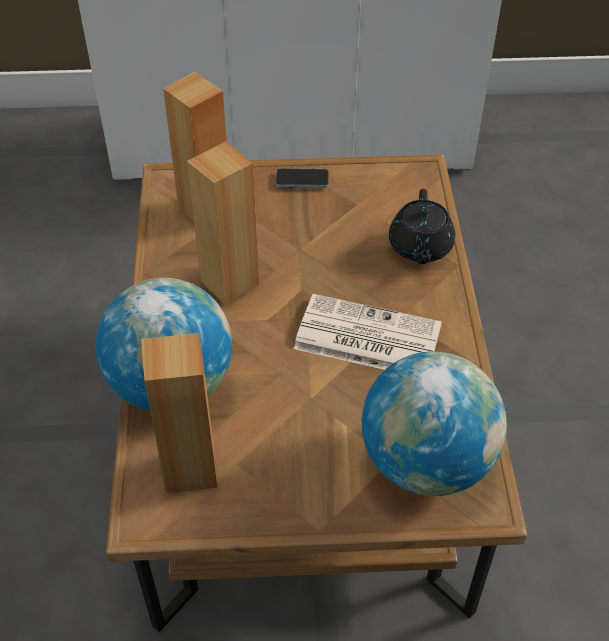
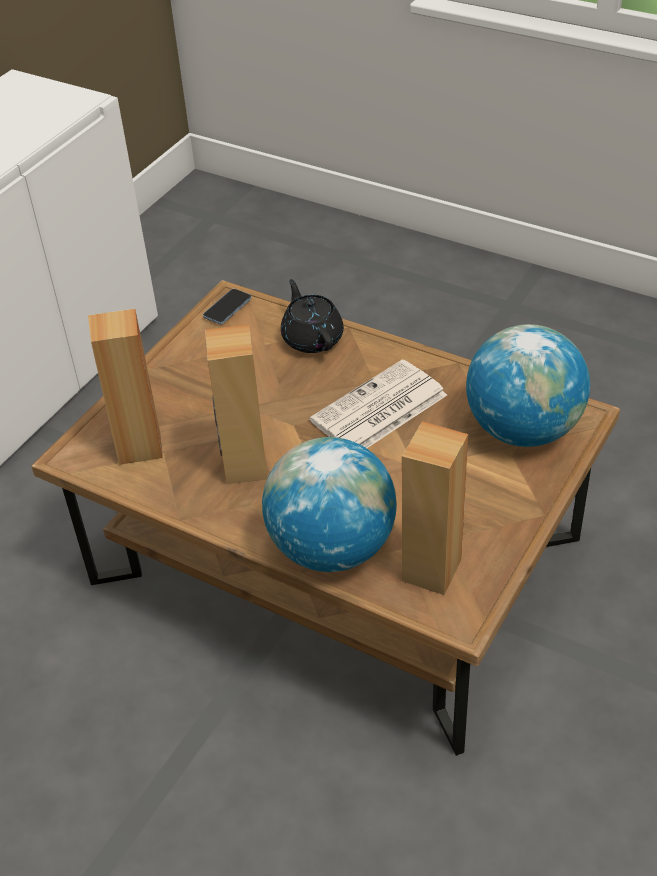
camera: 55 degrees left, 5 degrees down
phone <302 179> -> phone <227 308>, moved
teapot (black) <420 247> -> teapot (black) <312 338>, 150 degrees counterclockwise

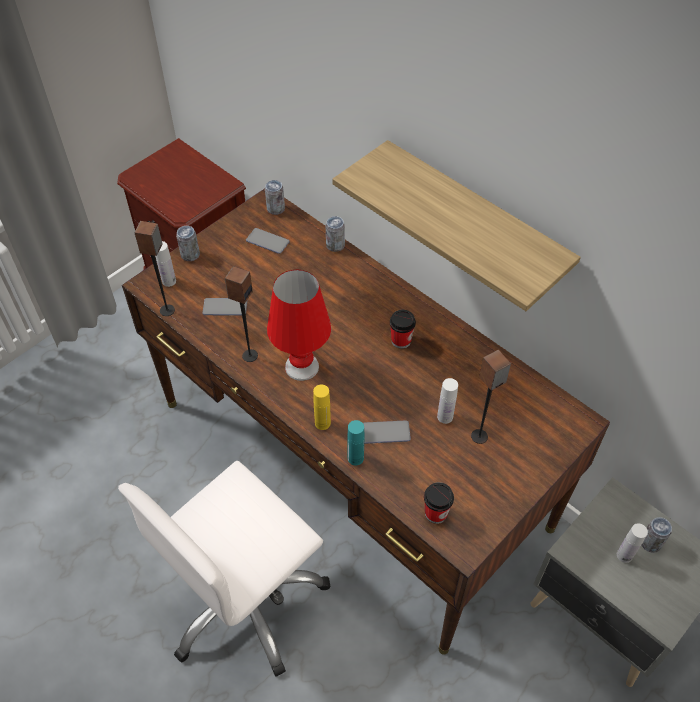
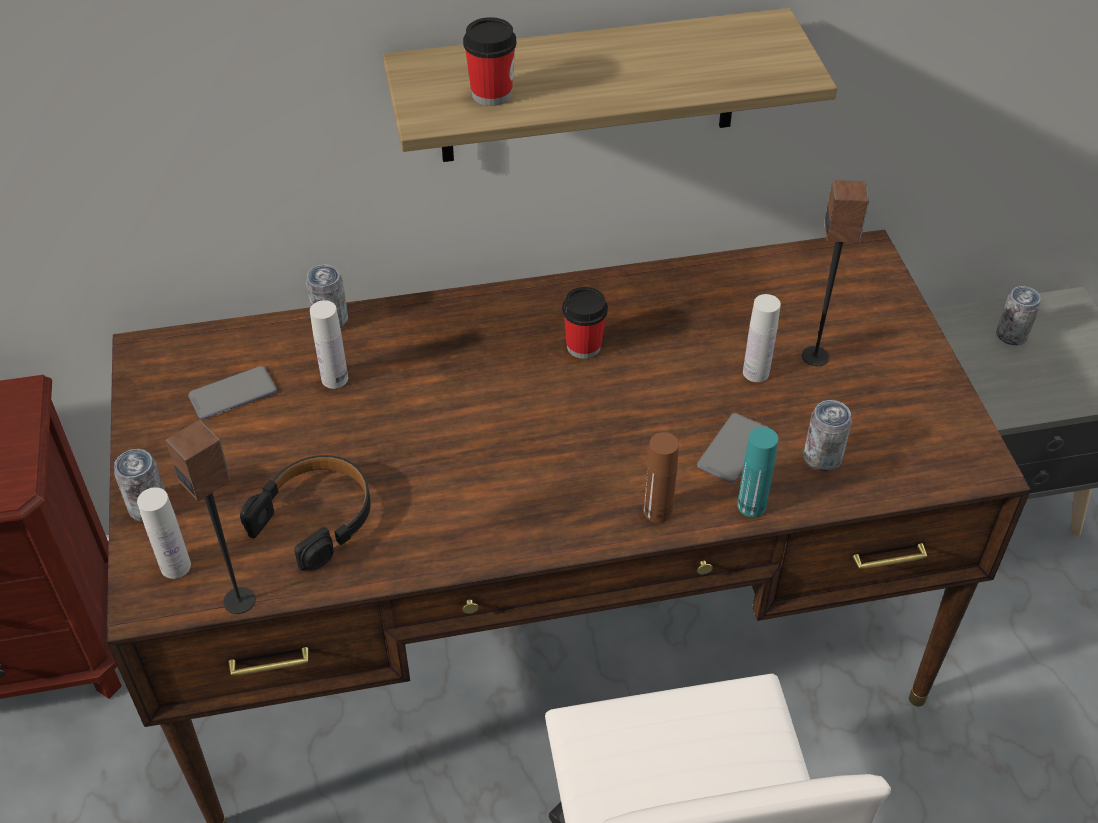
camera: 55 degrees left, 5 degrees down
can <275 209> -> can <822 458>, moved
speaker <249 355> -> none
table lamp (red) <302 366> -> none
phone <225 307> -> headphones (black) <315 517>
bottle (yellow) <322 423> -> bottle (brown) <657 511>
cup <436 513> -> cup <491 94>, moved
bottle (white) <624 555> -> bottle (white) <334 379>, moved

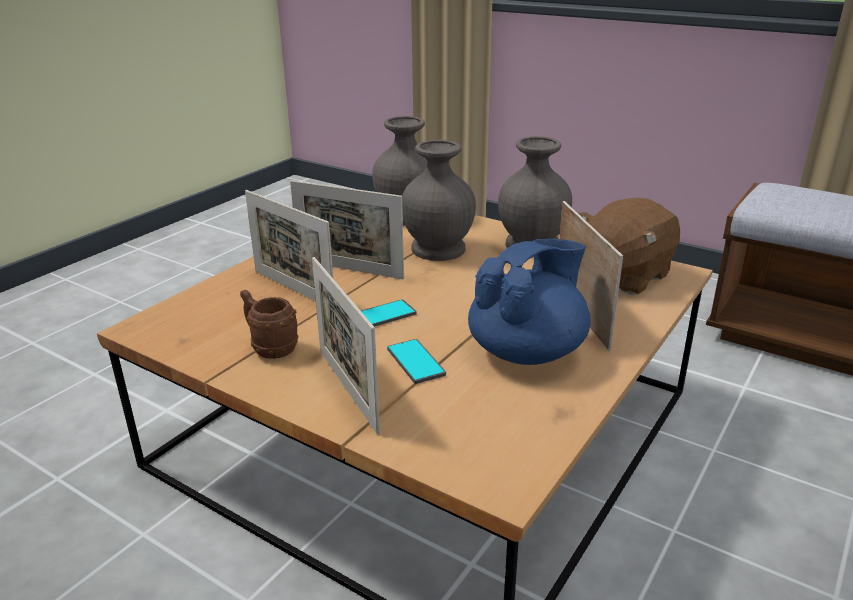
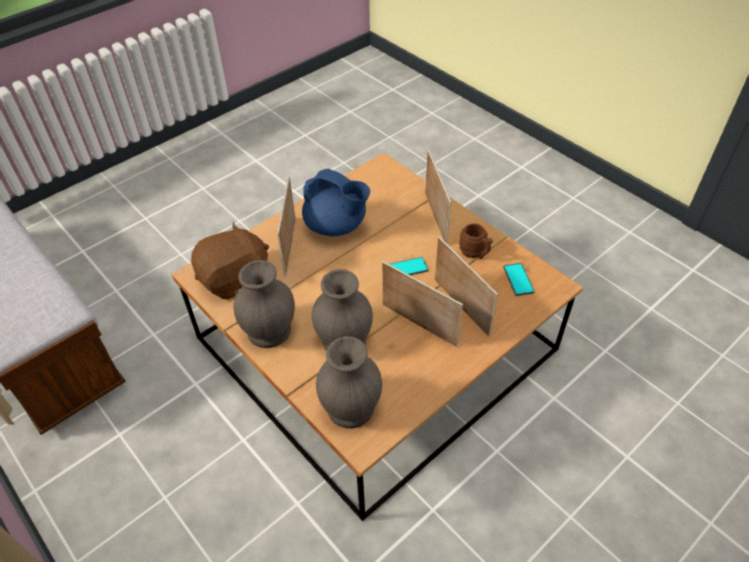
camera: 165 degrees left, 20 degrees up
teapot (blue) <528 351> -> teapot (blue) <336 226>, 120 degrees counterclockwise
phone <416 362> -> phone <518 279>, moved

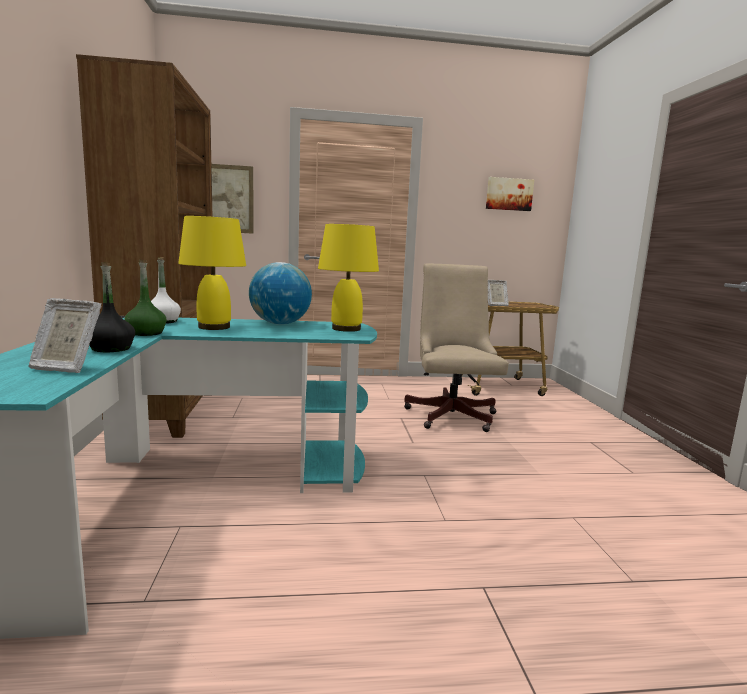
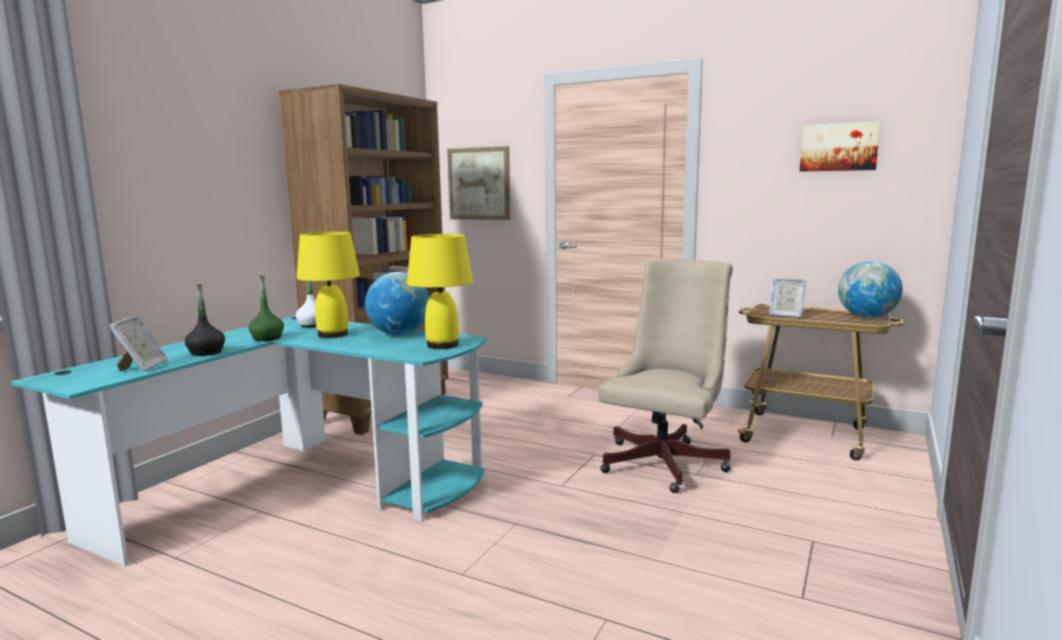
camera: 35 degrees right, 0 degrees up
picture frame <66 368> -> picture frame <142 367>, 135 degrees counterclockwise
none -> globe <866 317>

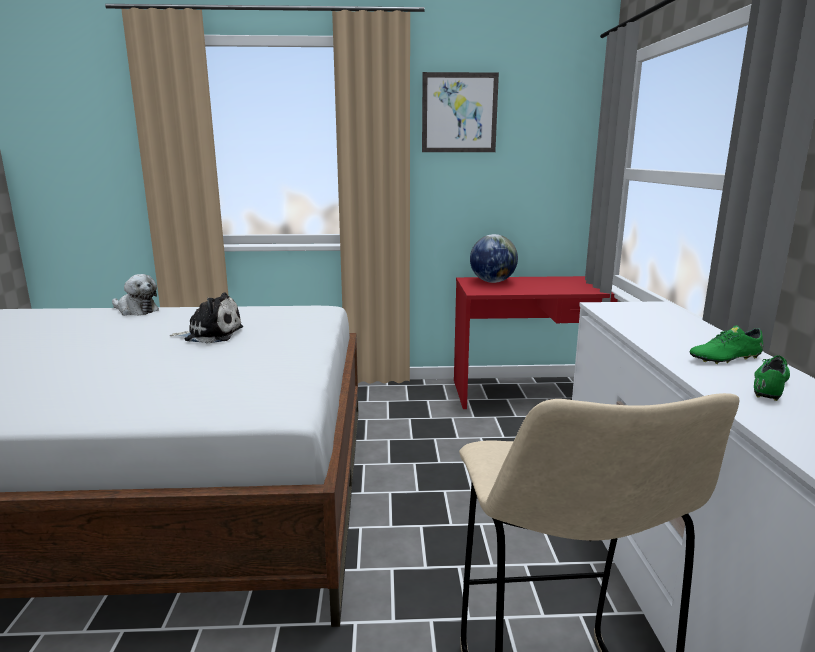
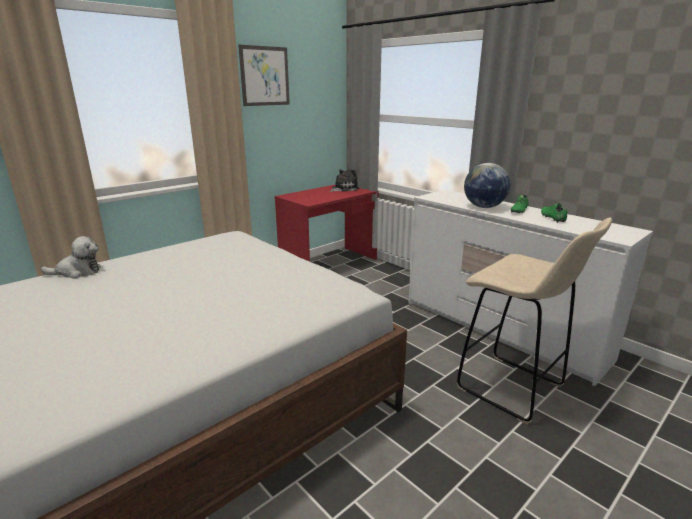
camera: 40 degrees left, 5 degrees up
globe <492 282> -> globe <484 207>, moved
plush toy <211 334> -> plush toy <343 189>, moved

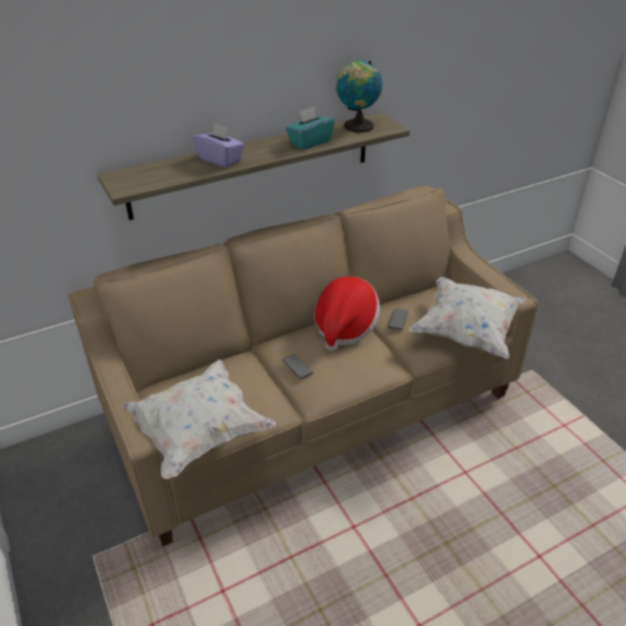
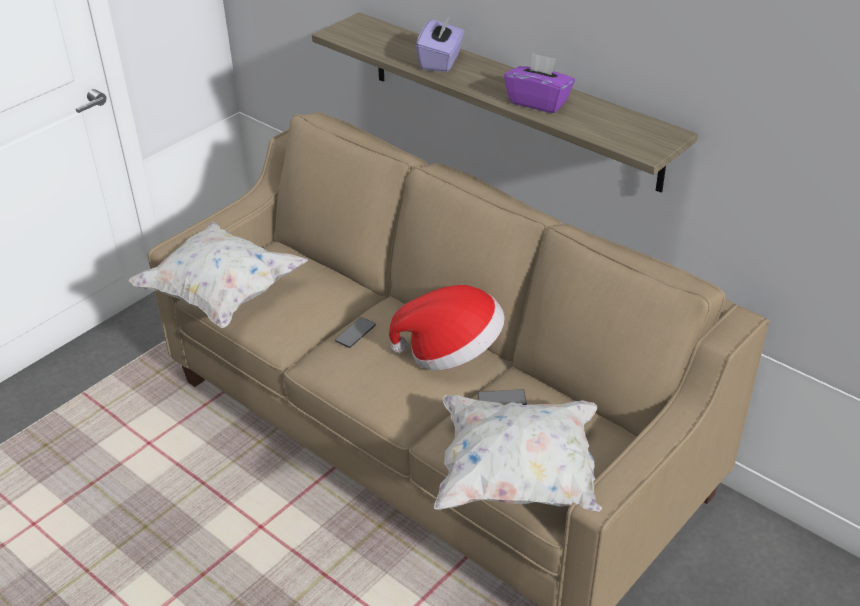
camera: 70 degrees right, 0 degrees up
globe <356 126> -> none
tissue box (turquoise) <309 142> -> tissue box (purple) <538 102>

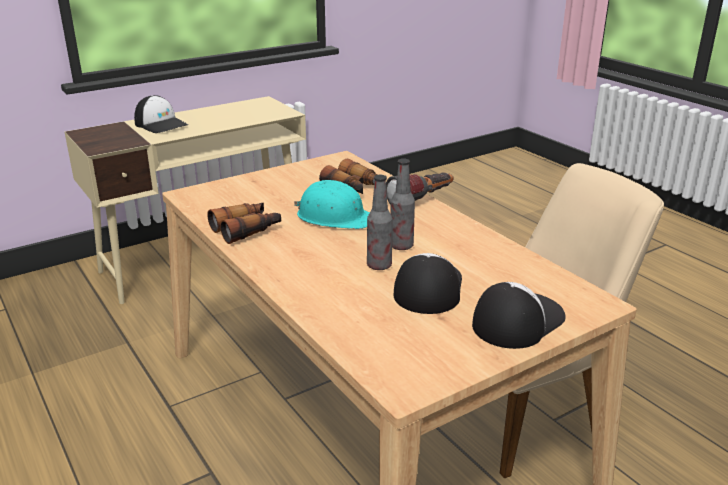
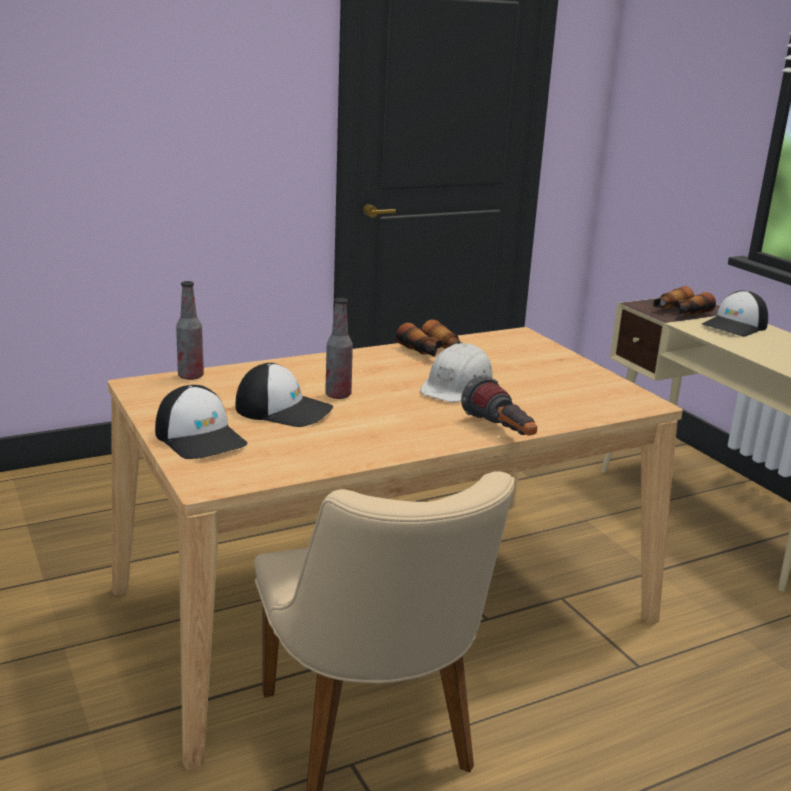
camera: 95 degrees right, 5 degrees down
binoculars <354 188> -> binoculars <680 312>, moved
bottle <401 246> -> bottle <191 376>, moved
hard hat (turquoise) <334 217> -> hard hat (white) <458 386>

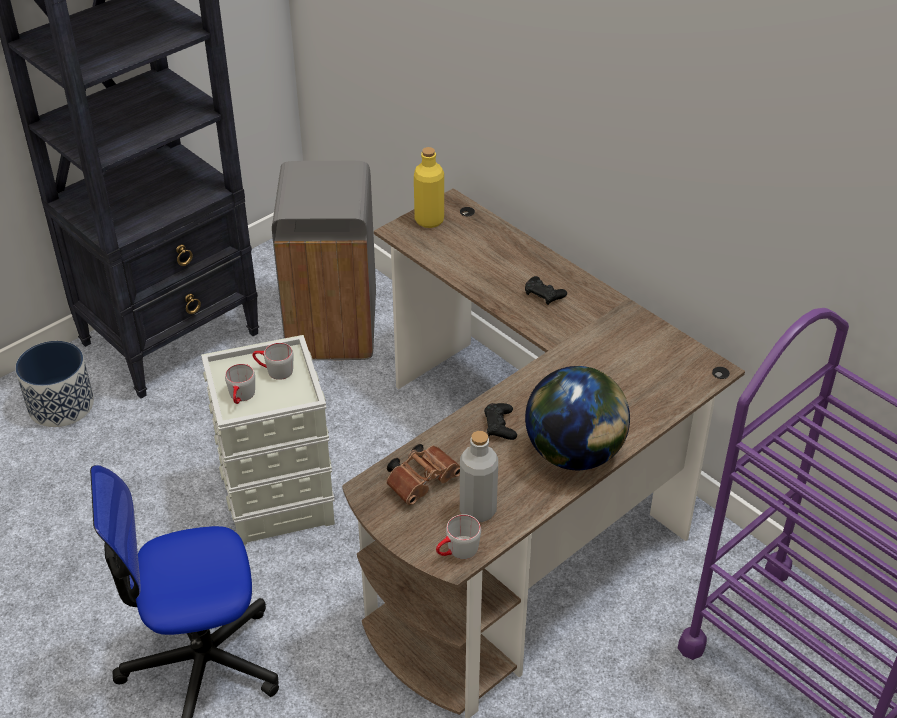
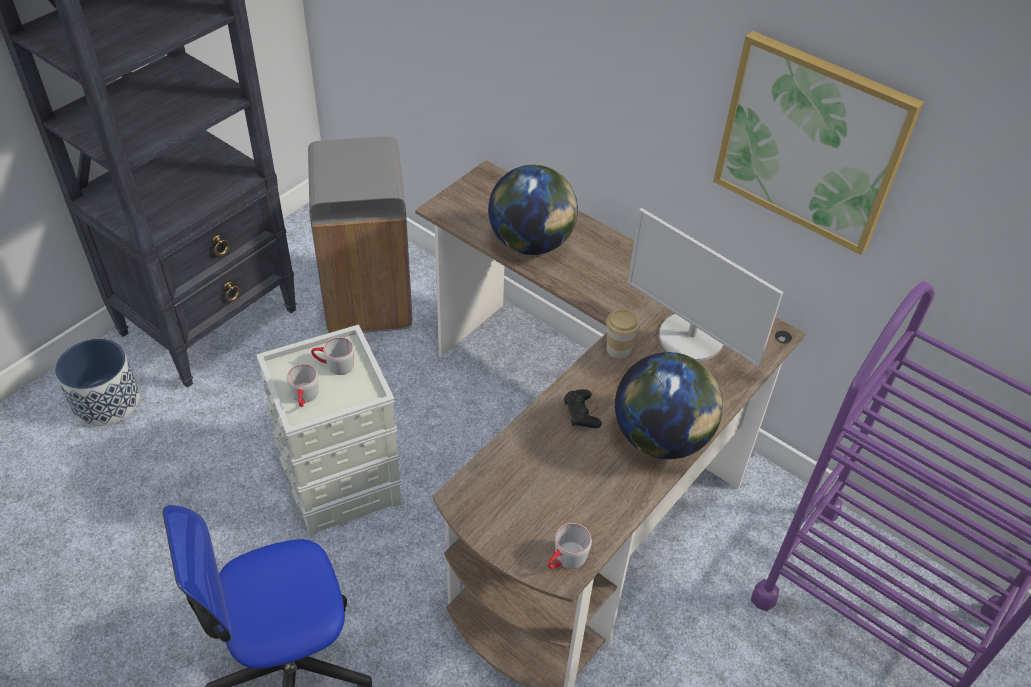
camera: 10 degrees left, 5 degrees up
bottle (yellow) <429 220> -> none
game controller (black) <544 294> -> none
bottle (grey) <478 510> -> none
binoculars (brown) <423 481> -> none
none -> picture <811 142>
none -> globe <531 243>
none -> monitor <691 338>
none -> cup <618 349>

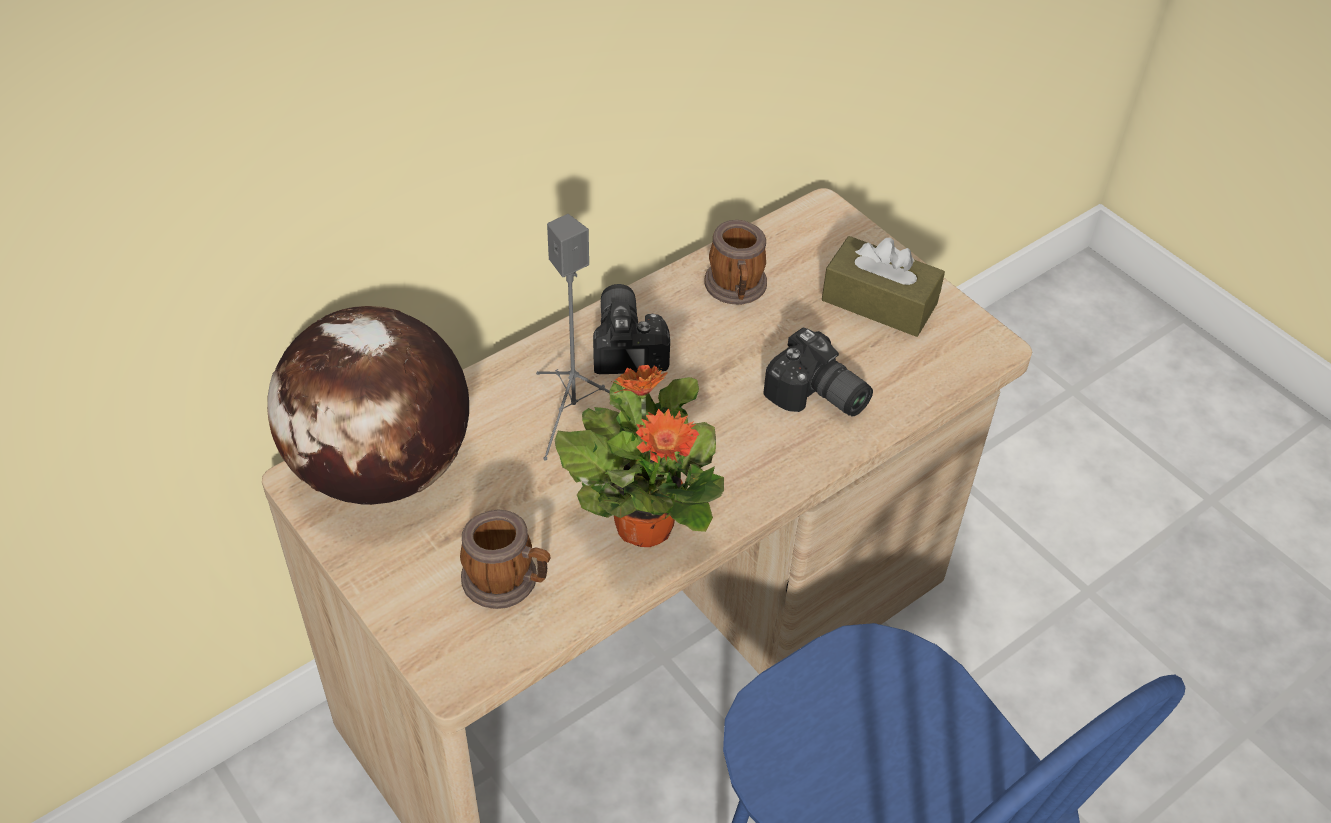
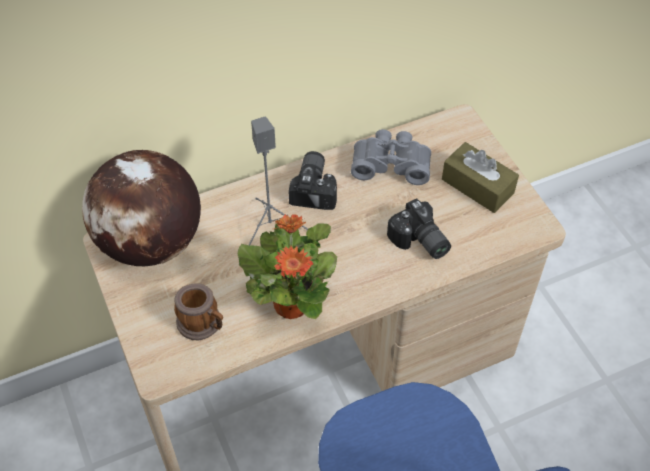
camera: 15 degrees right, 5 degrees up
mug <736 289> -> binoculars (grey) <391 163>

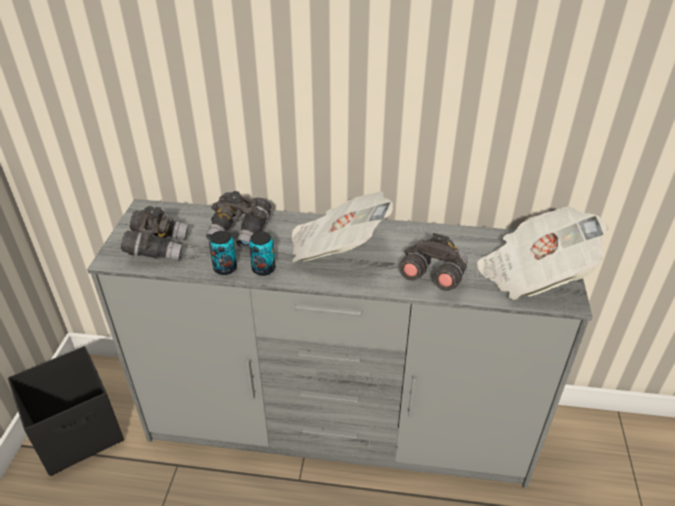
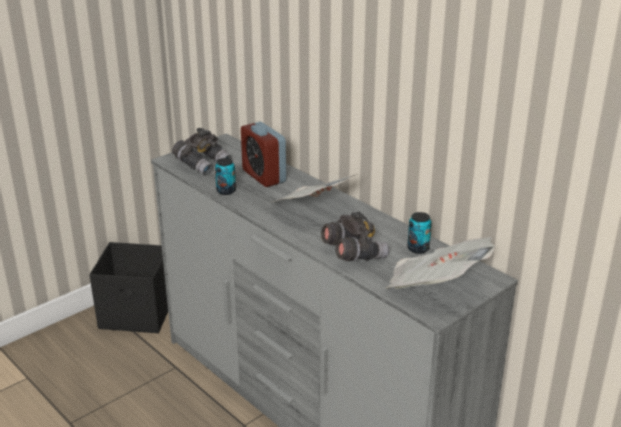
camera: 40 degrees right, 10 degrees down
binoculars (grey) <240 232> -> alarm clock <264 176>
can <263 269> -> can <418 248>, moved

